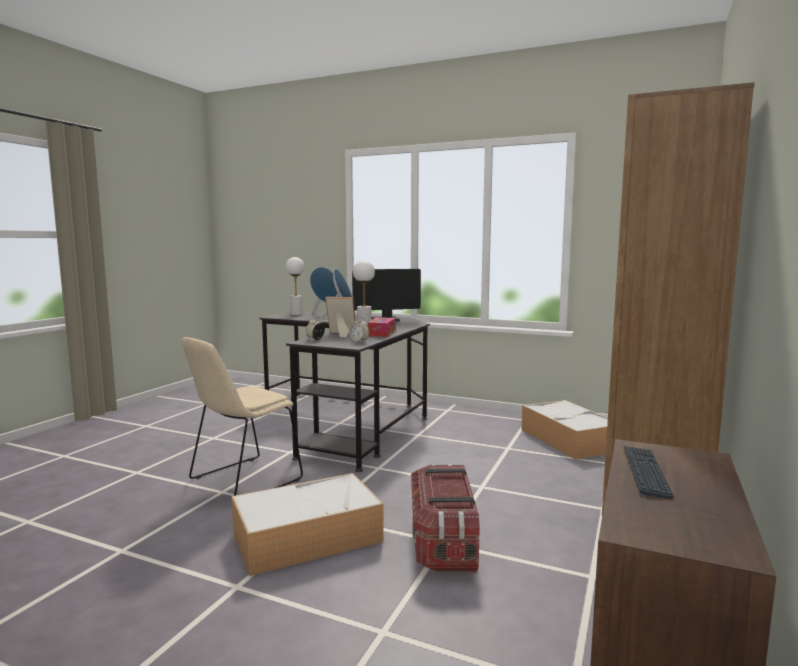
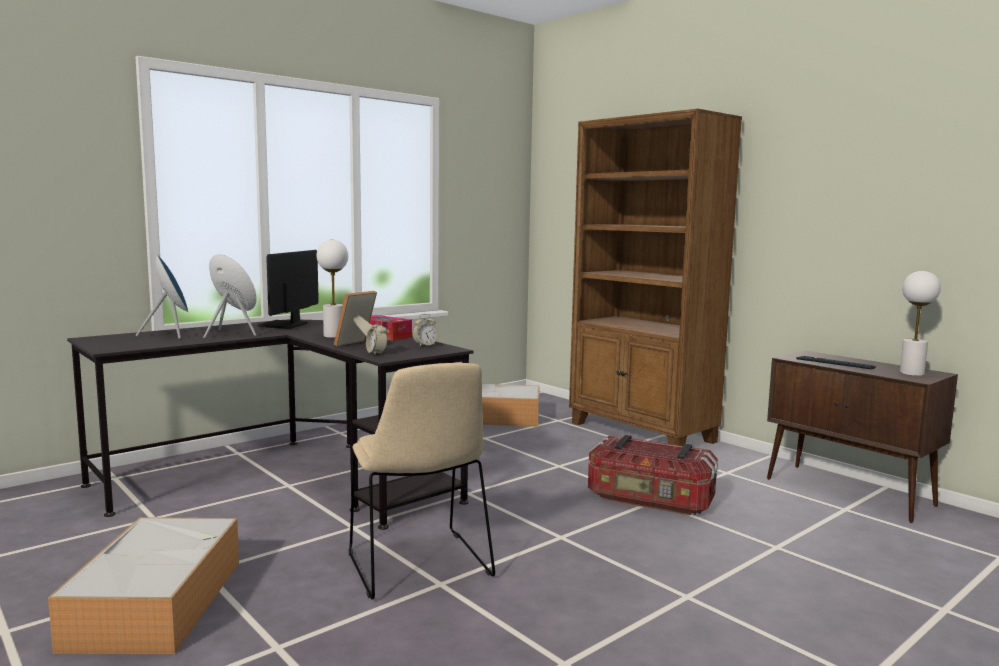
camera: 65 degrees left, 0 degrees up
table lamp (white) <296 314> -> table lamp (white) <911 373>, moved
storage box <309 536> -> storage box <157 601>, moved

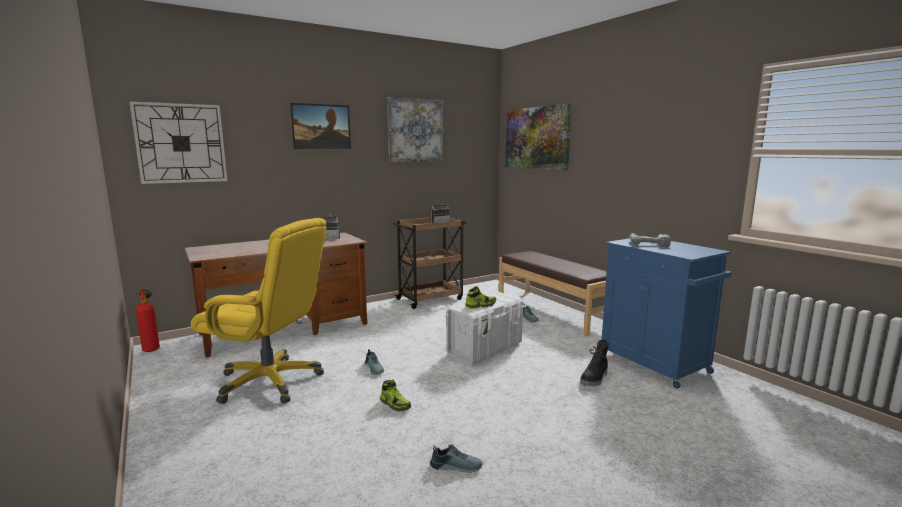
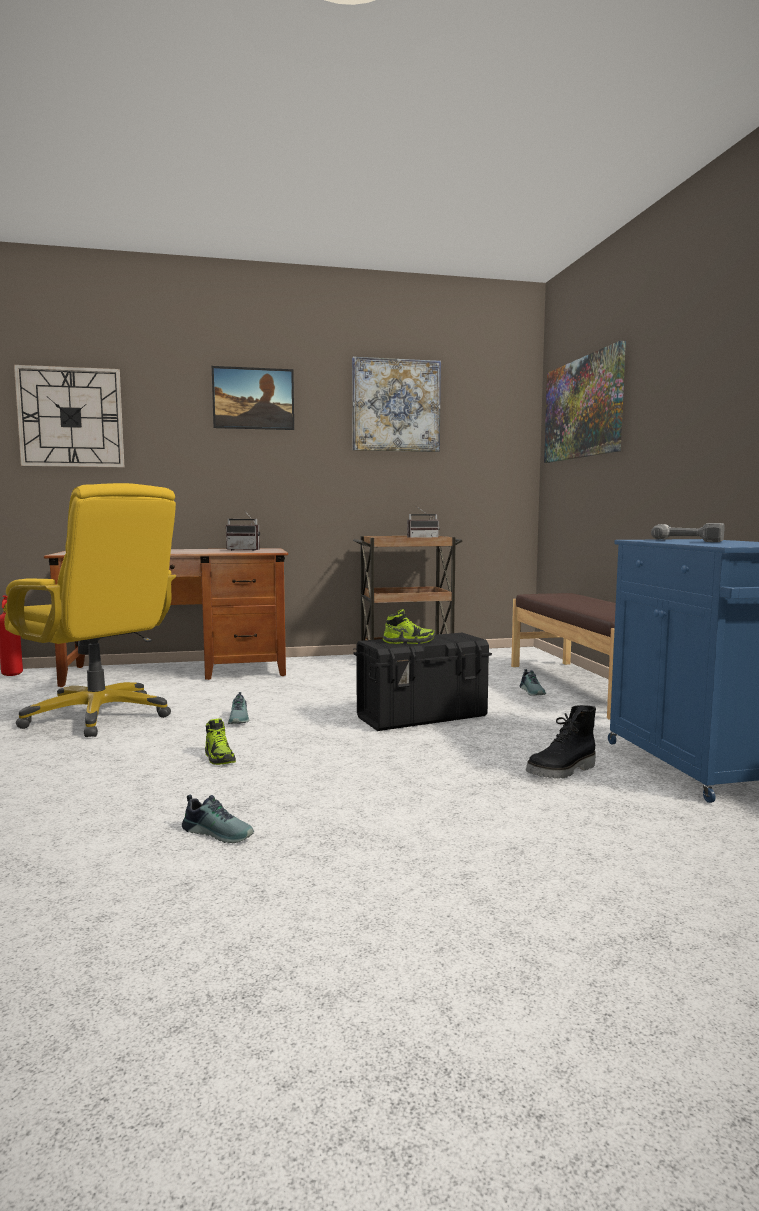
camera: 20 degrees right, 5 degrees down
storage box (white) <485 348> -> storage box (black) <422 716>

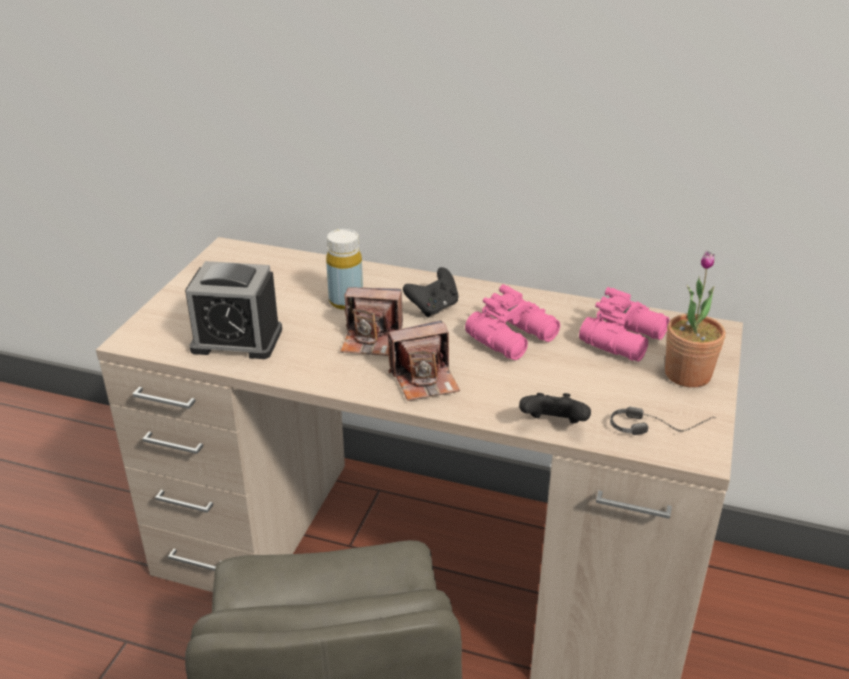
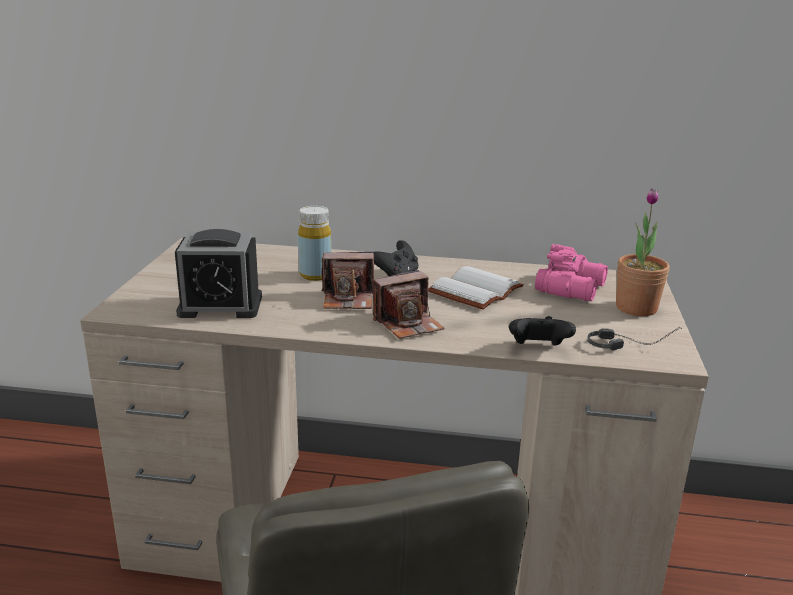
camera: 10 degrees left, 10 degrees down
binoculars (pink) <514 338> -> book (white) <477 292>

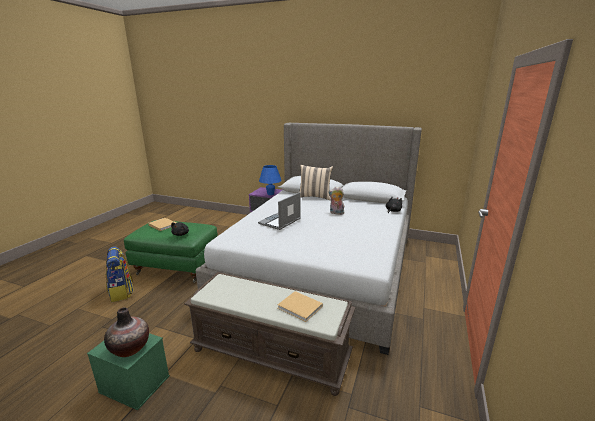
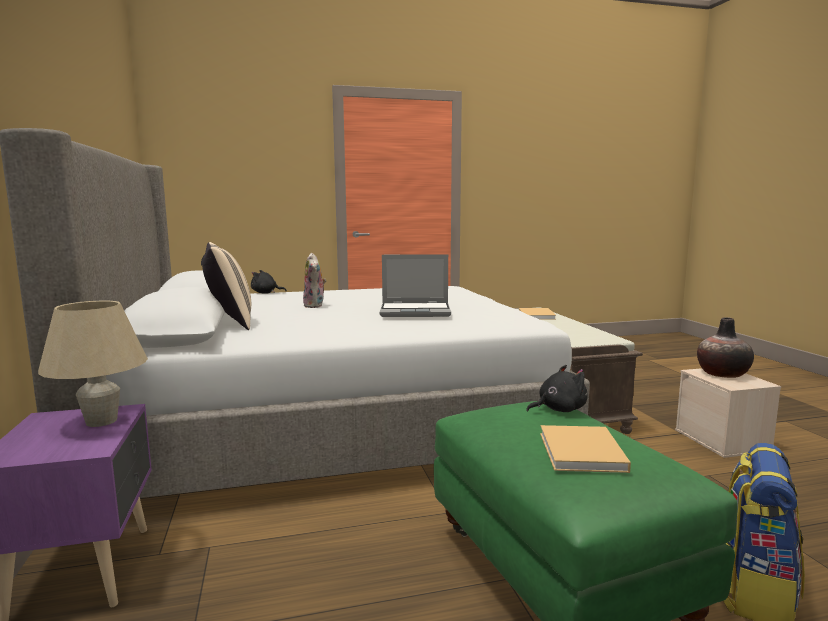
camera: 125 degrees left, 10 degrees down
table lamp (blue) <270 194> -> table lamp (beige) <101 421>
storage box (green) <133 384> -> storage box (beige) <723 440>

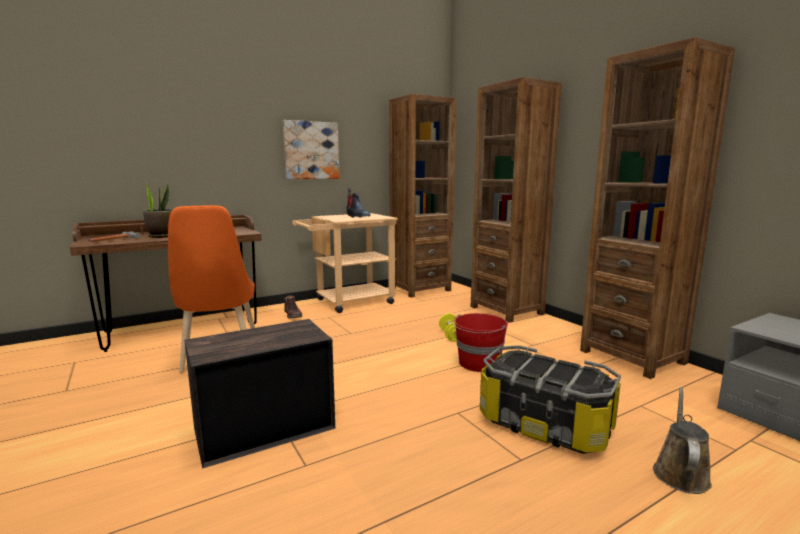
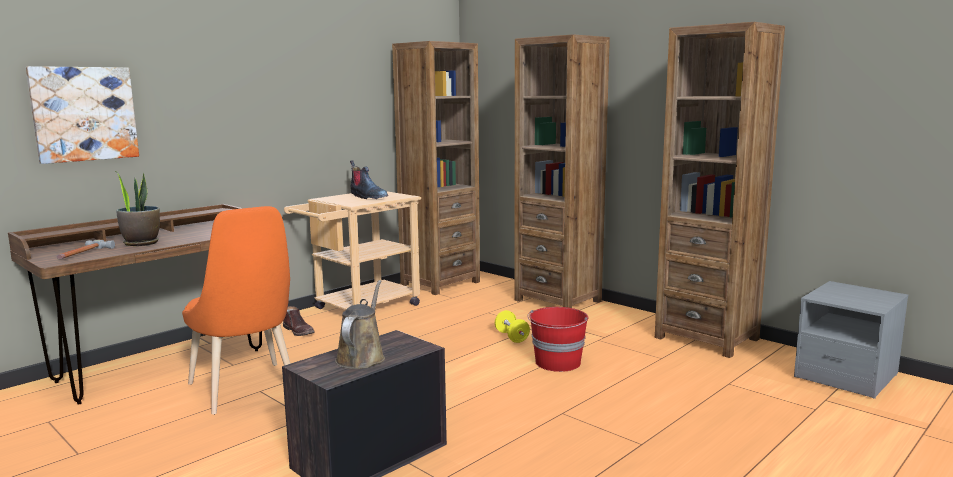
camera: 15 degrees left, 0 degrees up
picture <311 150> -> picture <84 114>, moved
storage box <545 424> -> none
watering can (brown) <680 473> -> watering can (brown) <362 357>, moved

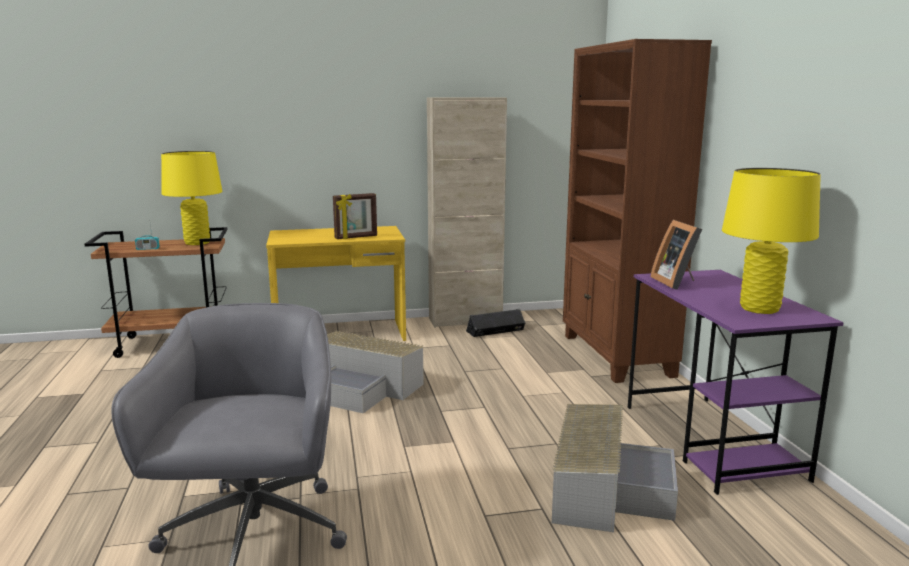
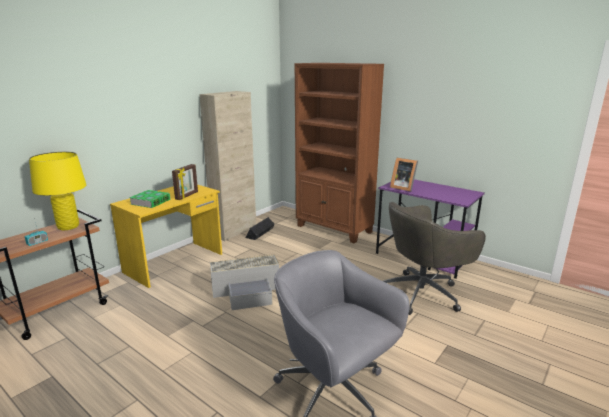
camera: 40 degrees left, 5 degrees up
table lamp (yellow) <759 309> -> none
storage box (grey) <605 488> -> office chair (grey) <423 293>
none -> book <150 202>

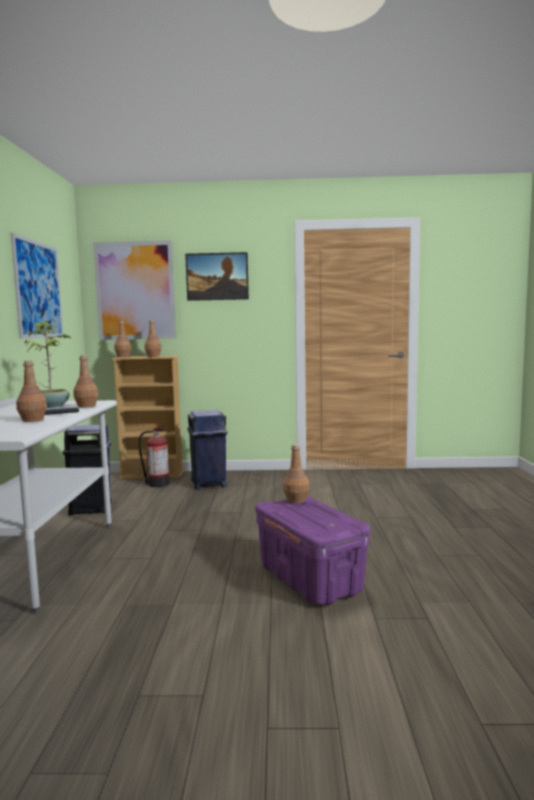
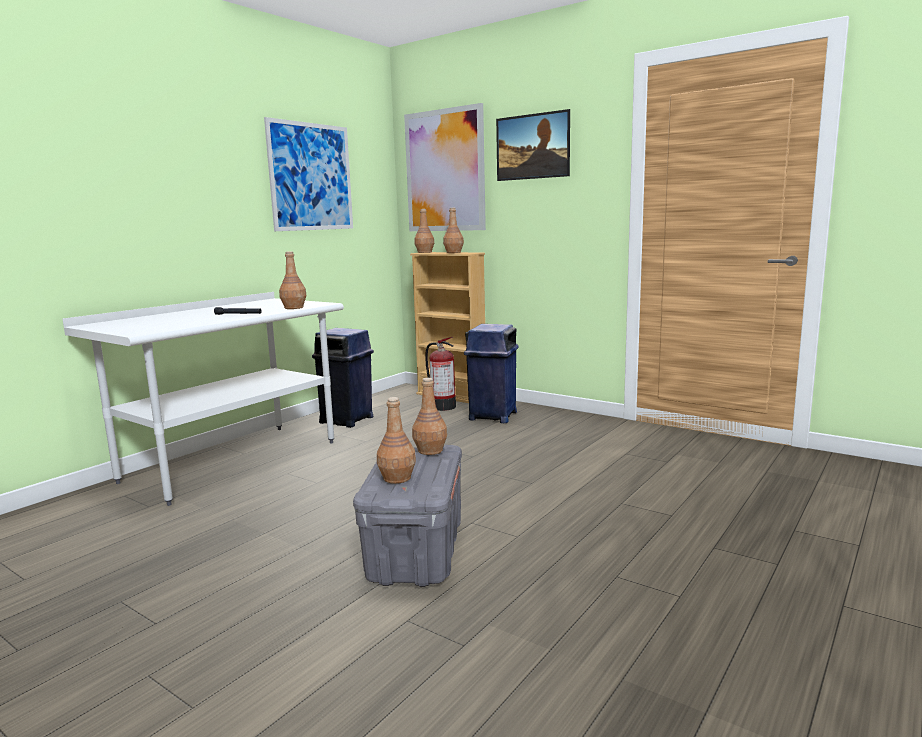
camera: 35 degrees right, 5 degrees up
potted plant <52 406> -> none
bottle (brown) <32 420> -> bottle (brown) <396 478>, moved
storage box (purple) <310 579> -> storage box (grey) <416 553>

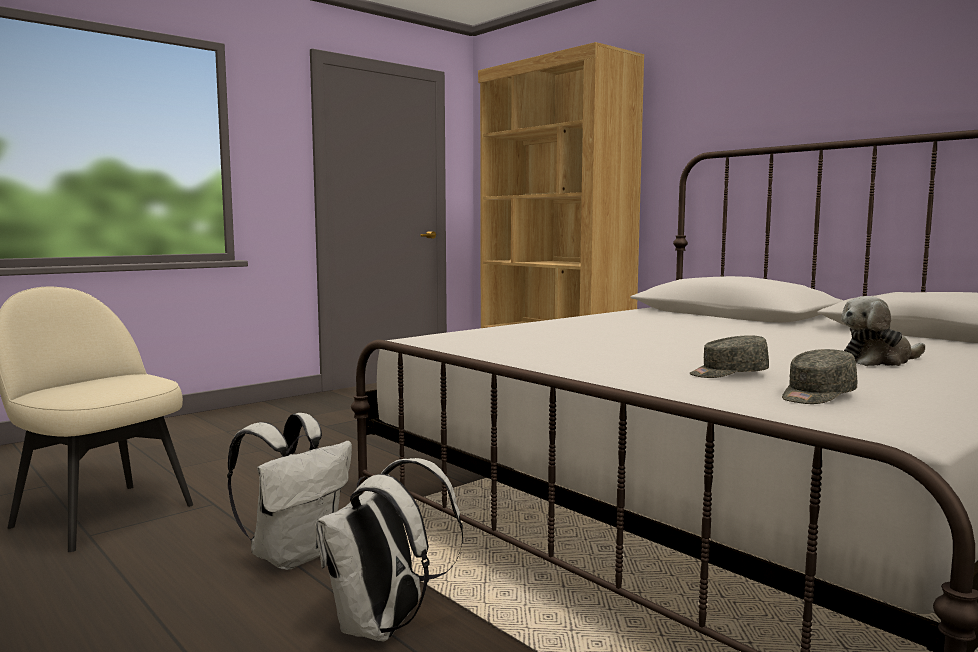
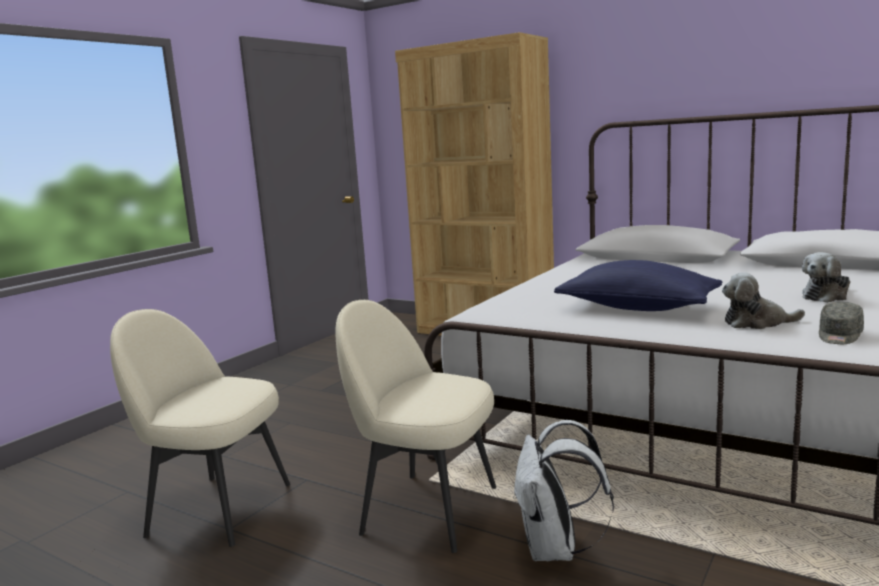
camera: 15 degrees left, 5 degrees up
cap (grey) <728 374> -> plush toy <756 323>
backpack (white) <294 555> -> chair (beige) <426 509>
none -> pillow (blue) <637 308>

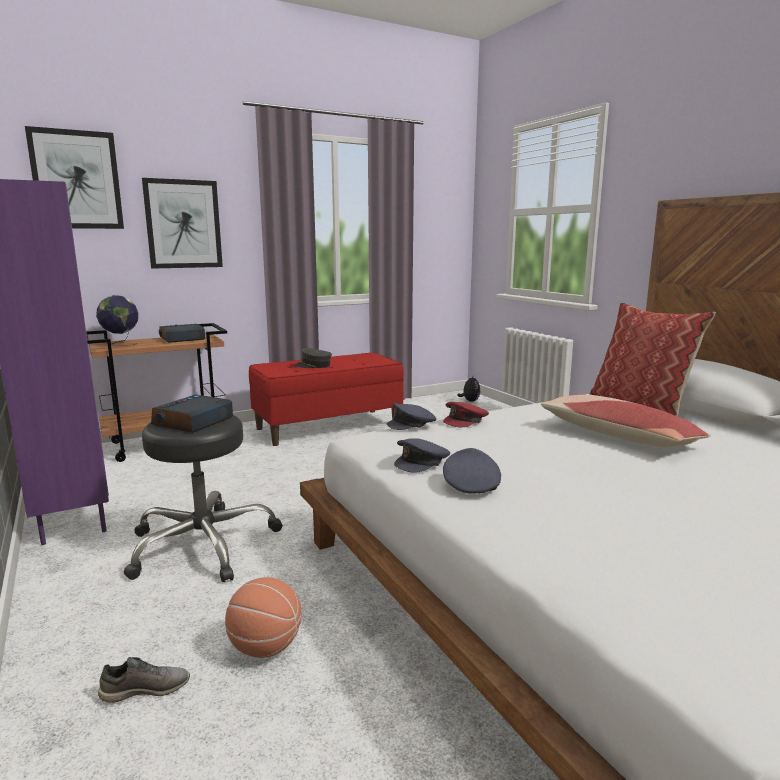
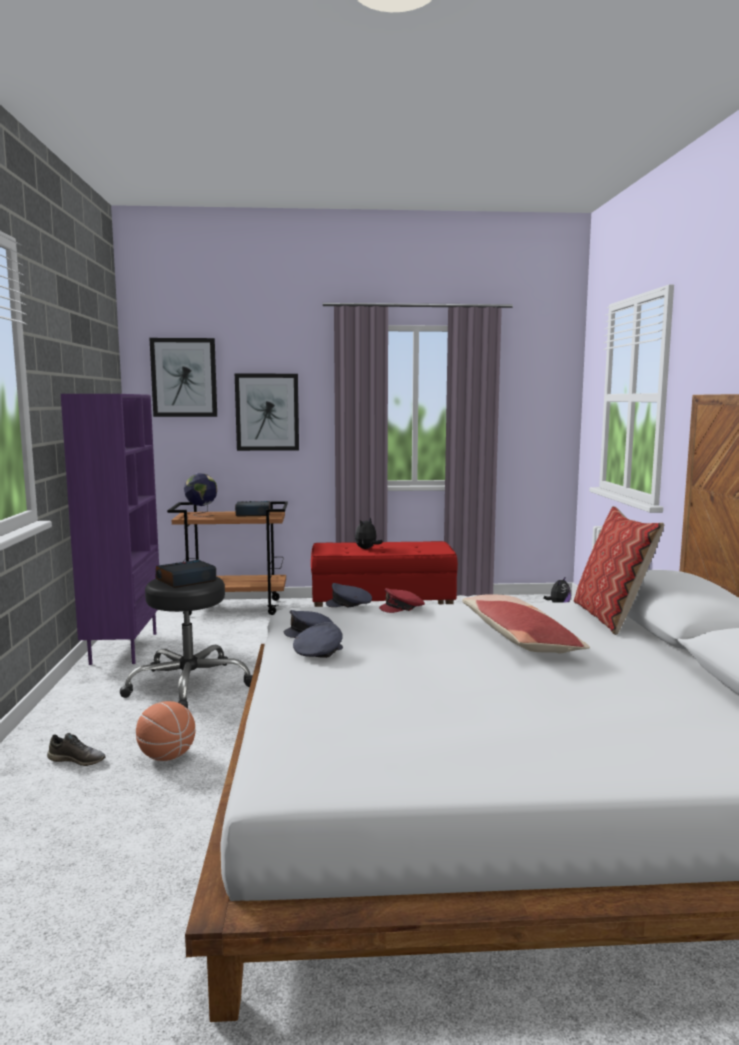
camera: 25 degrees right, 5 degrees down
cap (grey) <313 366> -> plush toy <367 549>

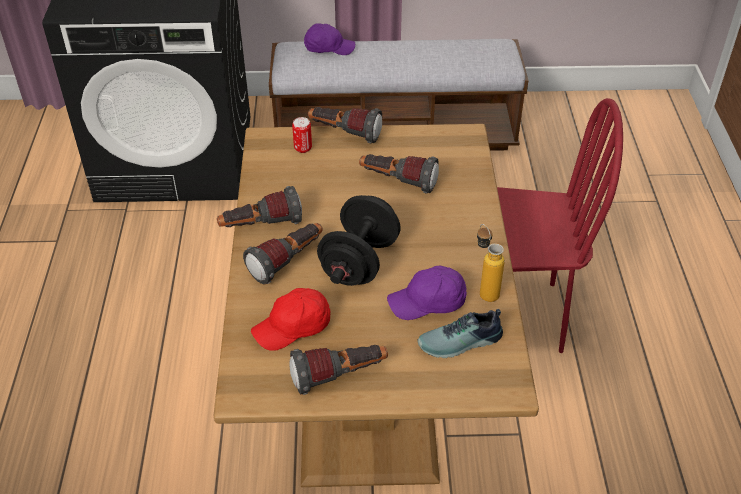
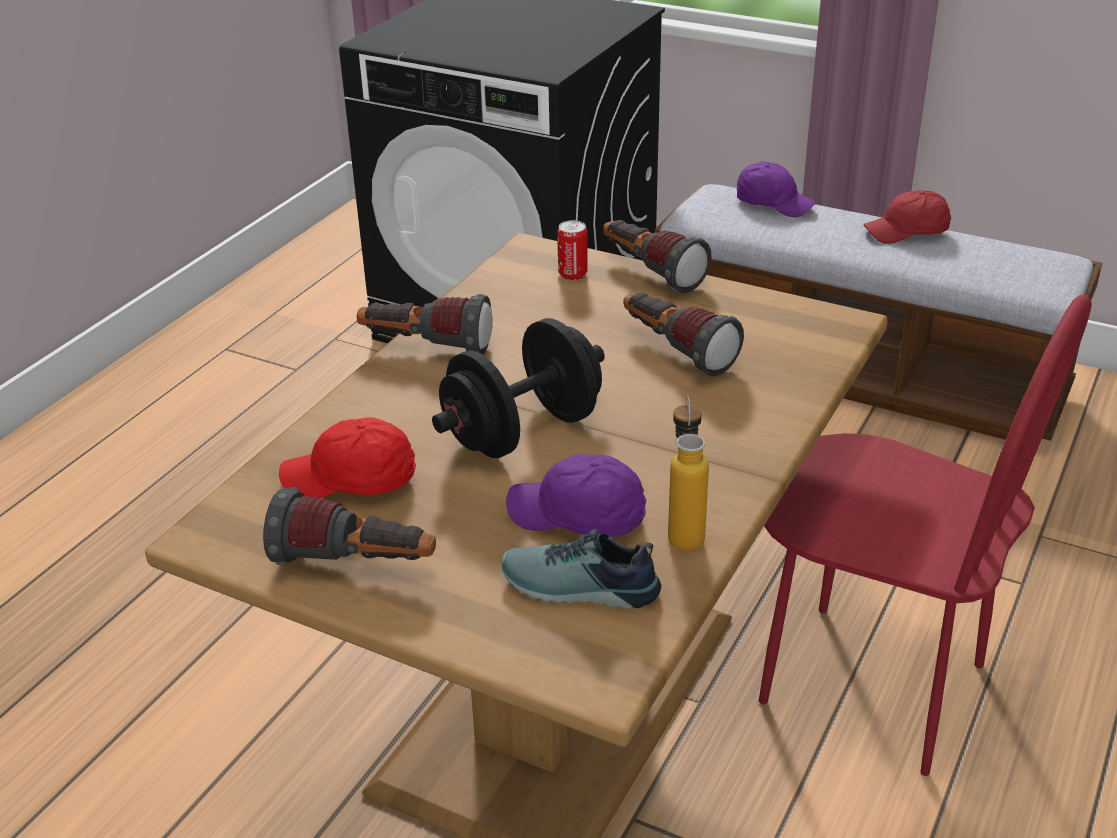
camera: 30 degrees right, 10 degrees down
flashlight <288 262> -> none
none -> cap (red) <907 232>

